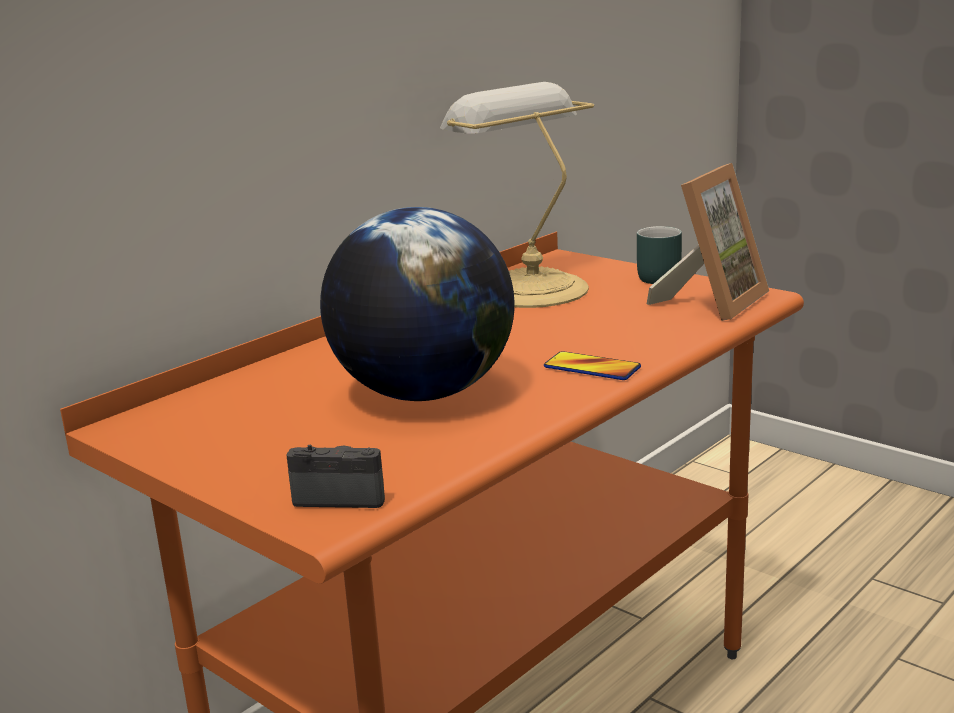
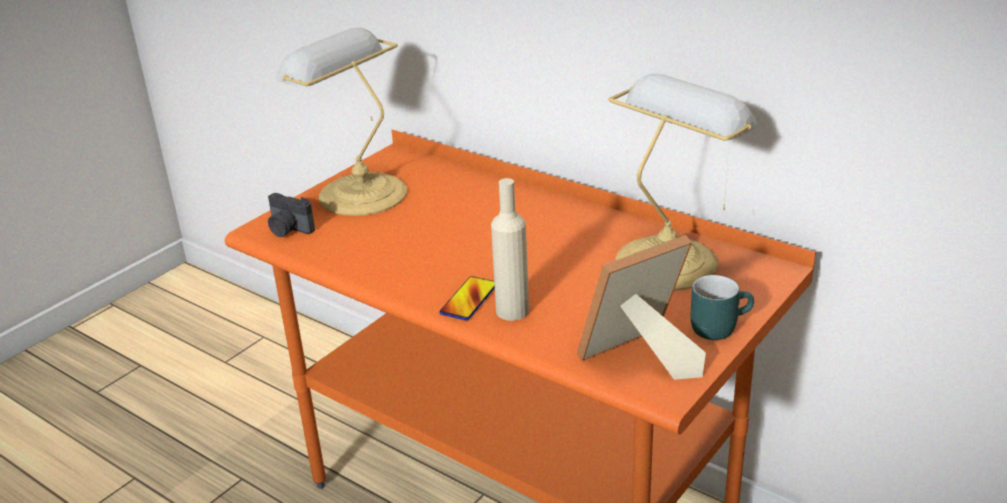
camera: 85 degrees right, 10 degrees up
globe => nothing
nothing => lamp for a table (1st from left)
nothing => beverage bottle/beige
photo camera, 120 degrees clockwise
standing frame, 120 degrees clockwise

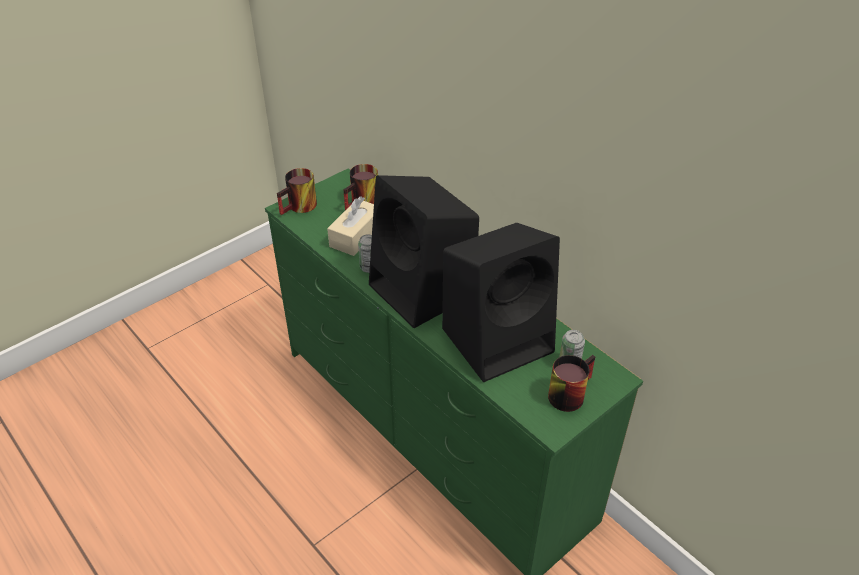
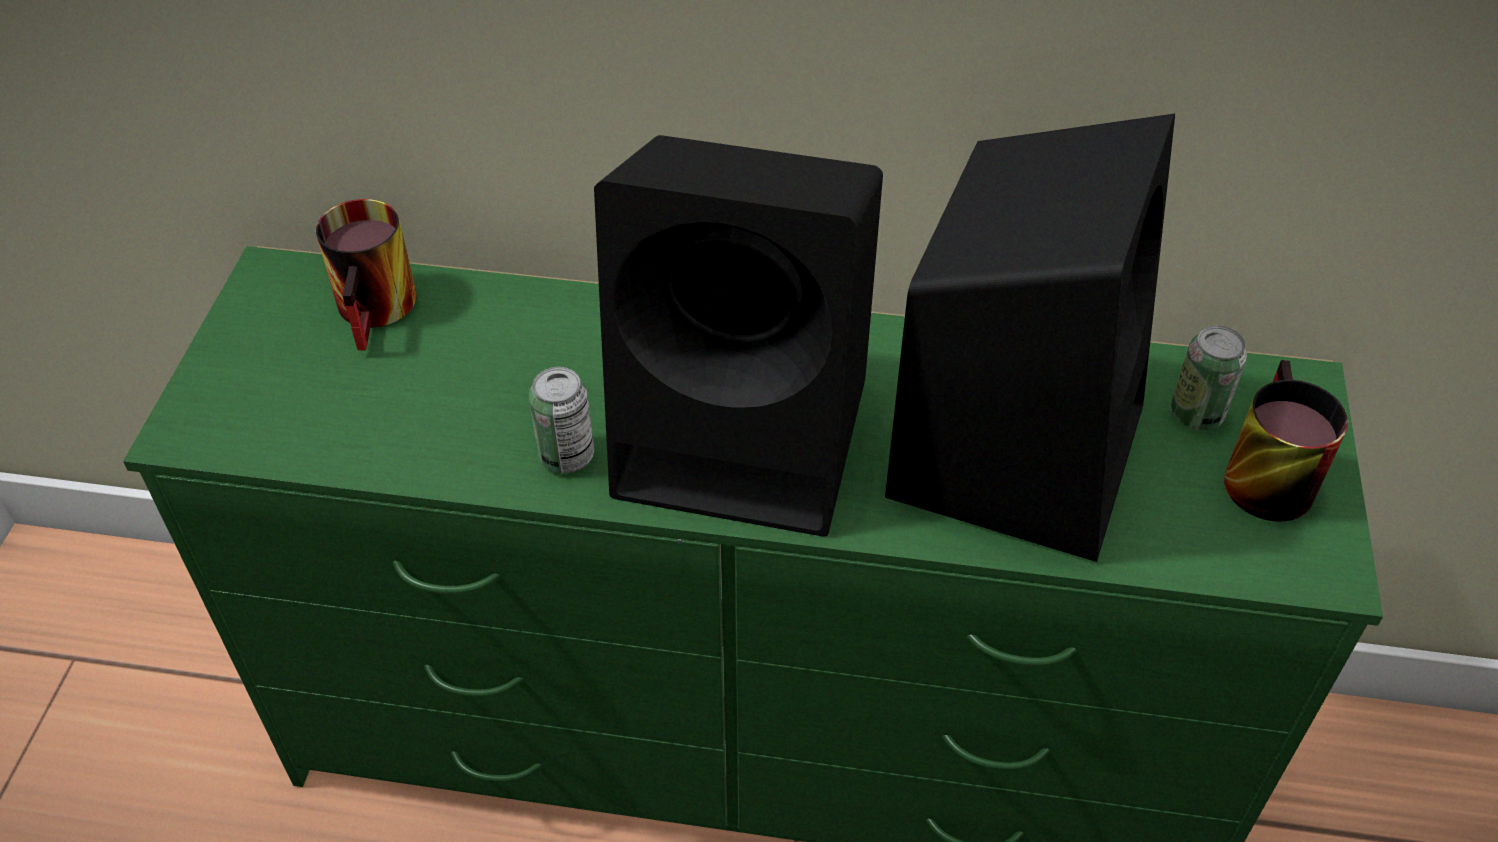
camera: 40 degrees left, 5 degrees up
mug (1st from left) => nothing
tissue box/beige => nothing

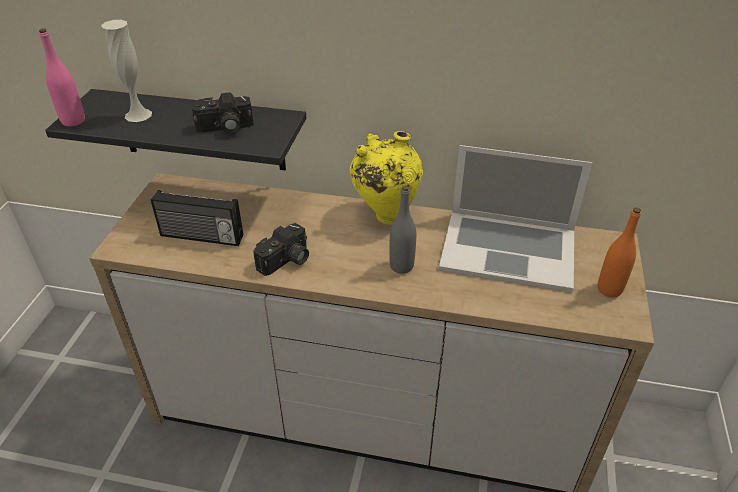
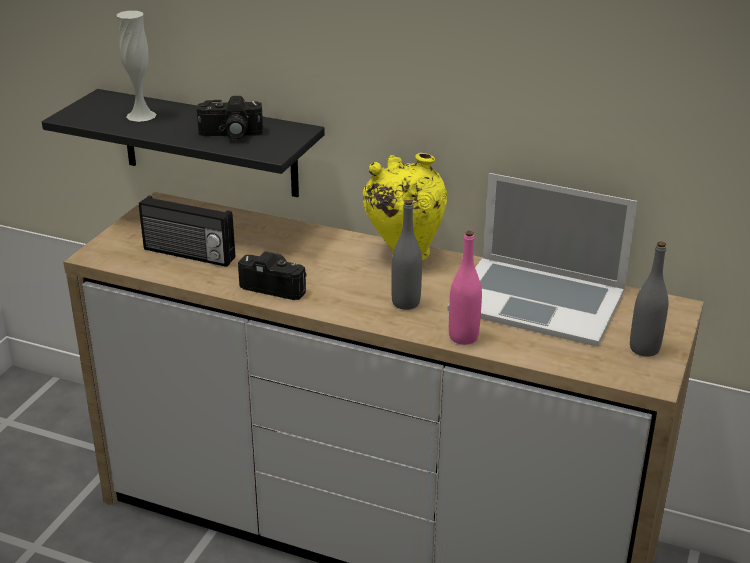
camera: 10 degrees right, 10 degrees down
beverage bottle/pinkish, move
beverage bottle/orange-coloured => beverage bottle/greyish (2nd from left)
photo camera (2nd from left), 120 degrees counterclockwise

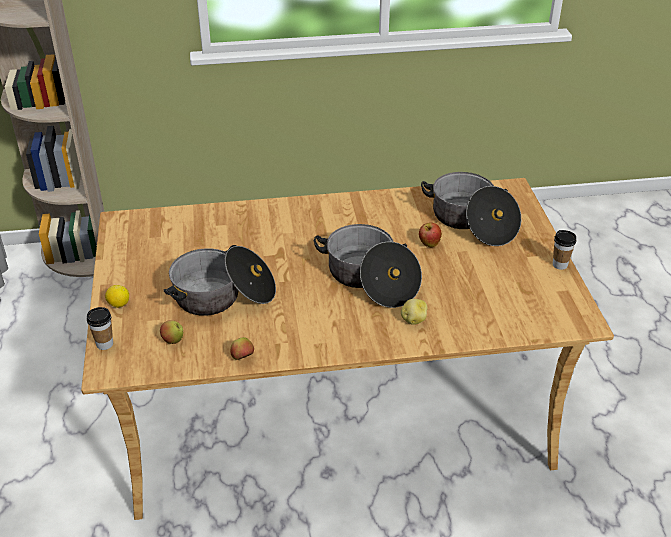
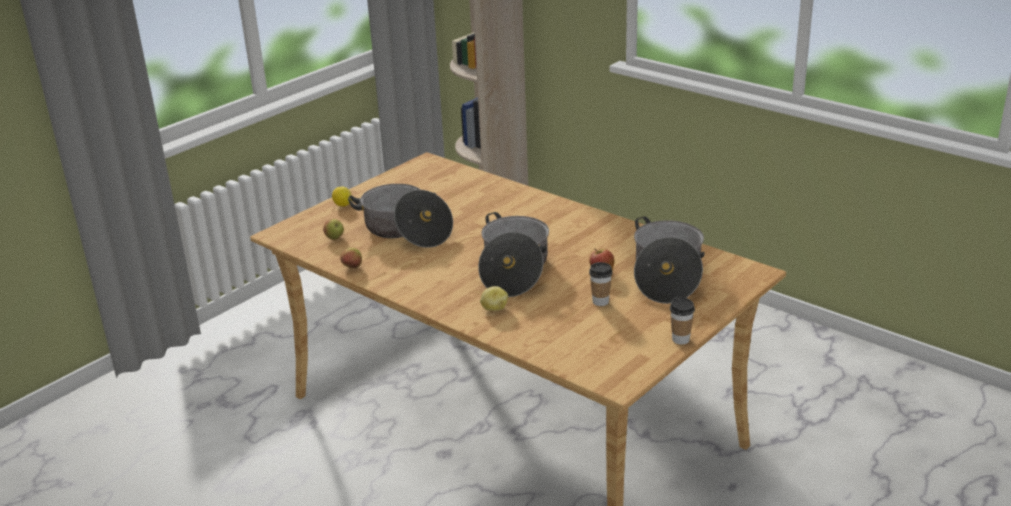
camera: 50 degrees right, 10 degrees down
cup (1st from left), move

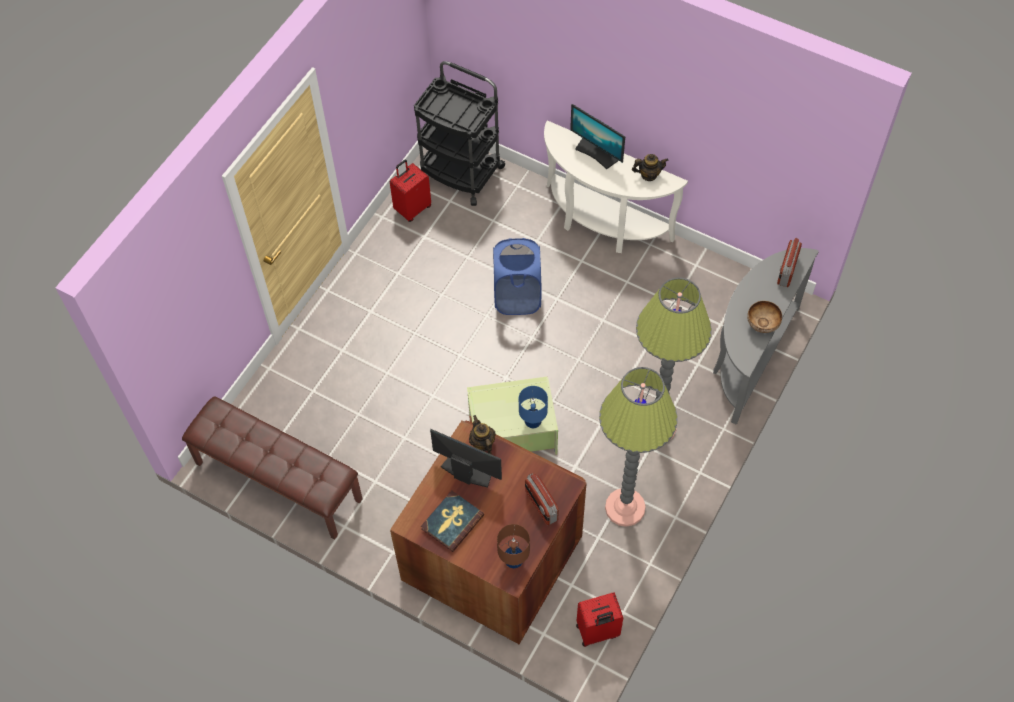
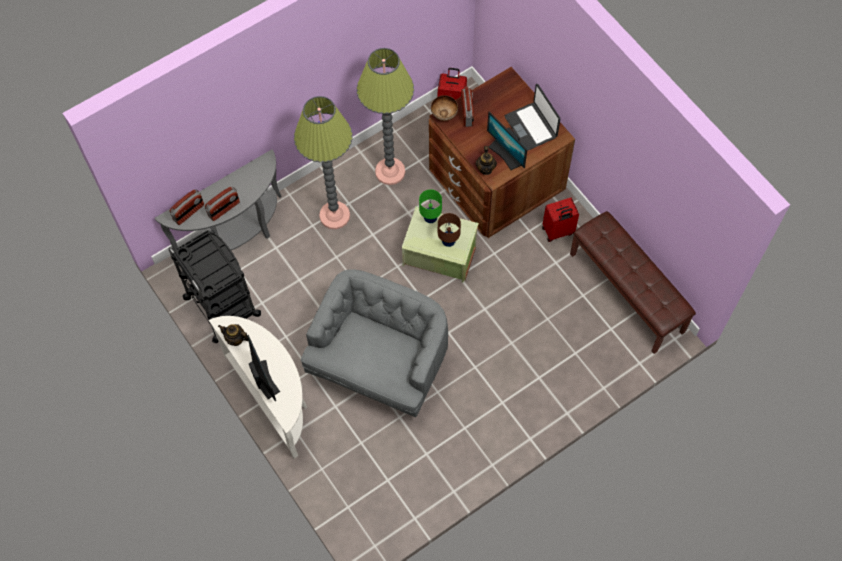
camera: 155 degrees left, 5 degrees up
nothing => radio set (2nd from left)
suitcase/red-coloured (1st from left in the first image) => suitcase/red-coloured (2nd from left), move
cart/black-coloured, move
lamp for a table/brownish, move
bowl, move
bound book => portable computer
hamper/blue => easy chair/greyish
lamp for a table/blue => lamp for a table/green-coloured

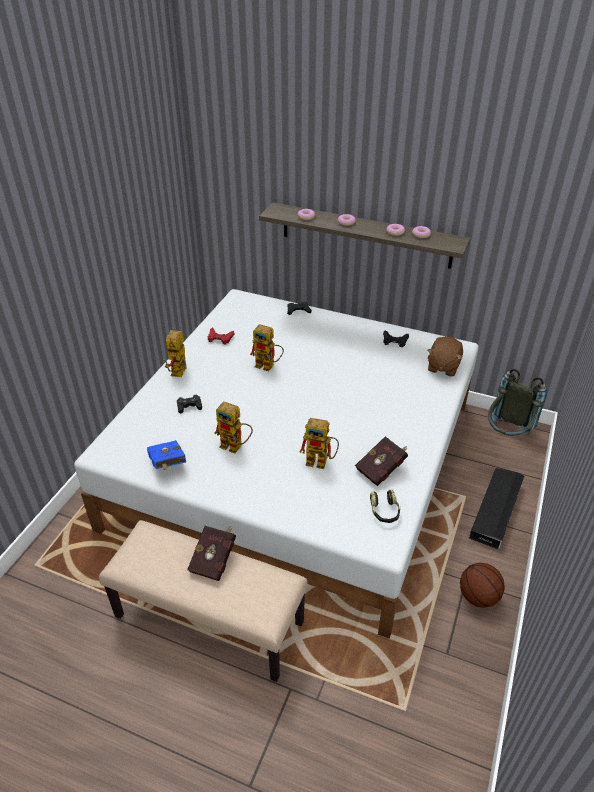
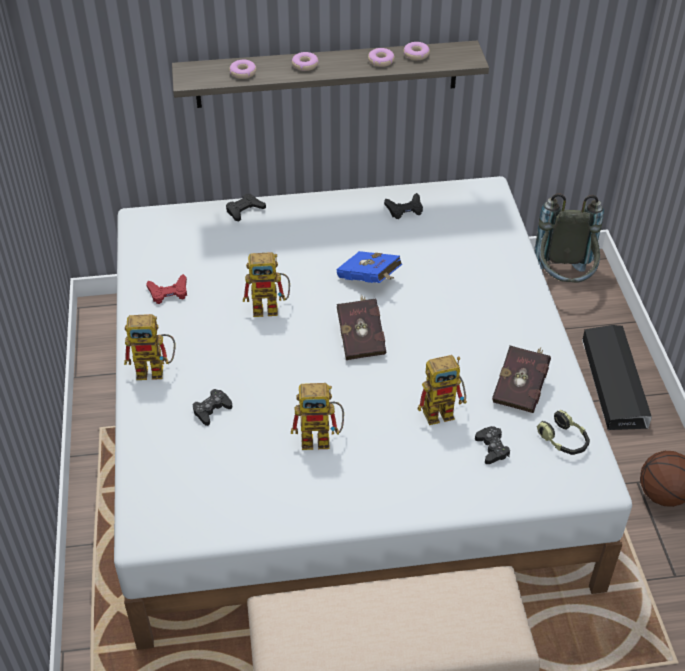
camera: 30 degrees left, 5 degrees up
soft toy/brownish => nothing
nothing => gamepad/black-coloured (4th from left)
bound book/blue, move
bound book/red-coloured (1st from left), move
model robot (1st from left), 75 degrees counterclockwise

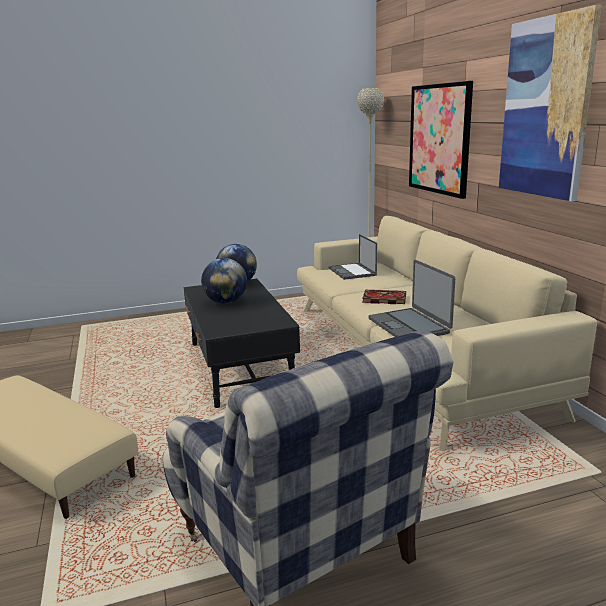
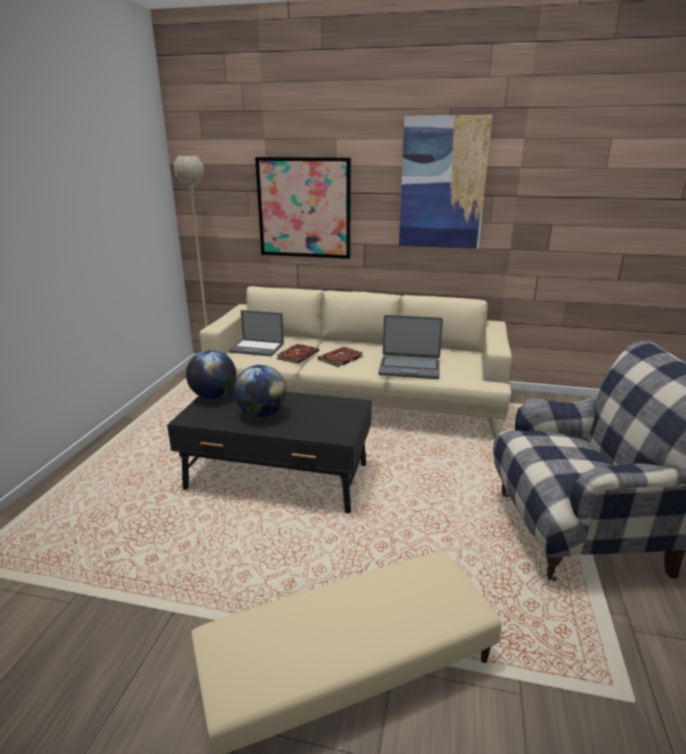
camera: 60 degrees left, 5 degrees up
nothing => bound book (1st from left)

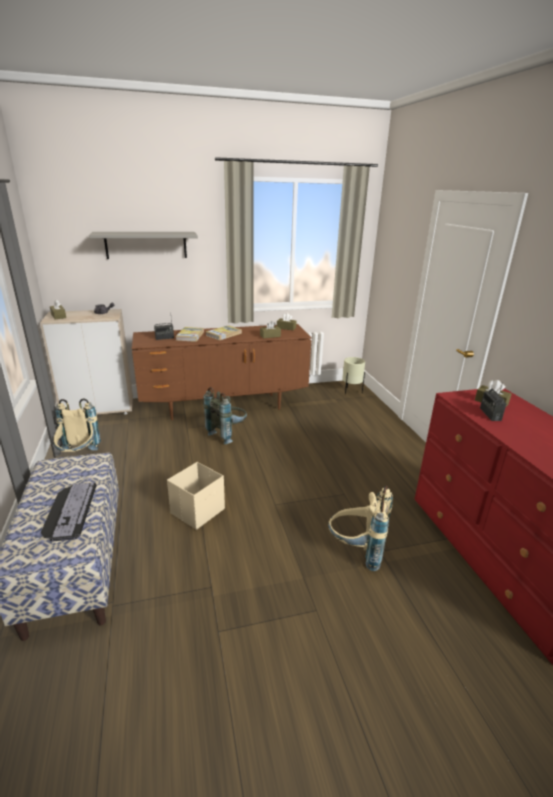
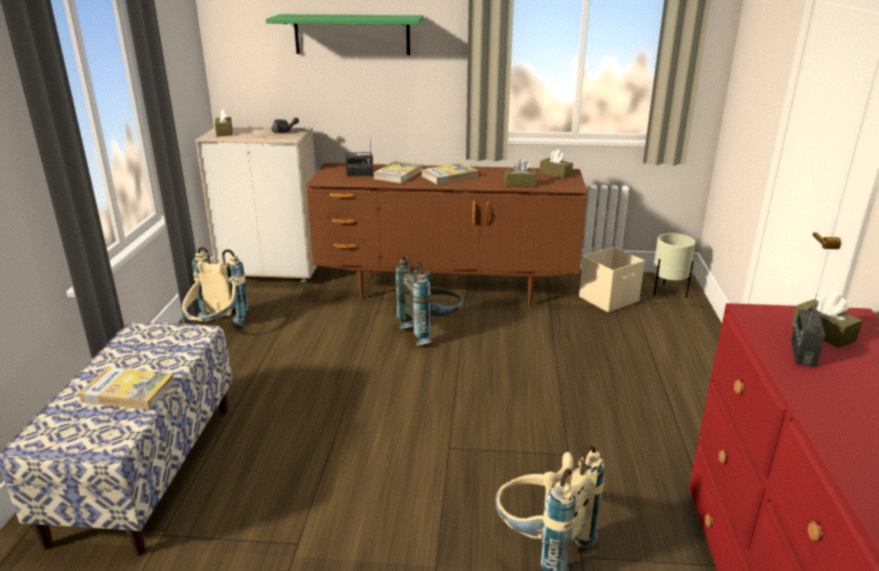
camera: 20 degrees right, 0 degrees up
storage box/beige, move
computer keyboard => bound book (1st from left)
bracket shelf/greyish => bracket shelf/green-coloured

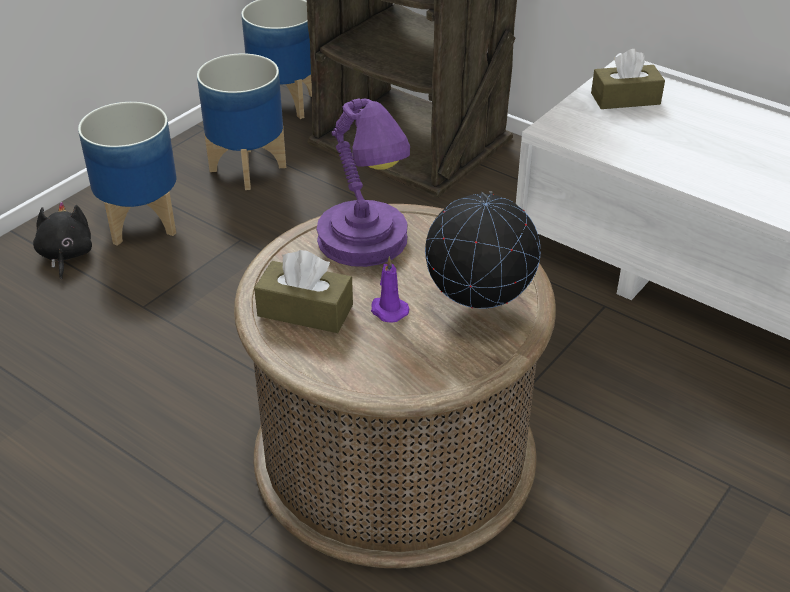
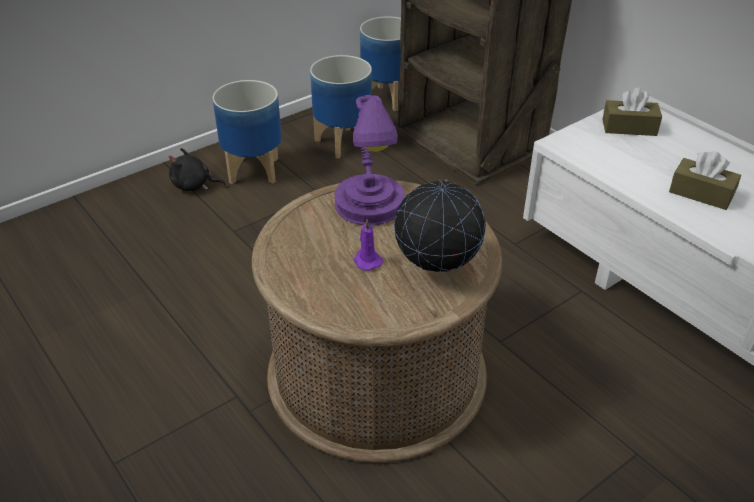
camera: 15 degrees right, 0 degrees up
tissue box/brownish (1st from left in the first image) => tissue box/brownish (2nd from left), move
soft toy/black-coloured, 90 degrees counterclockwise

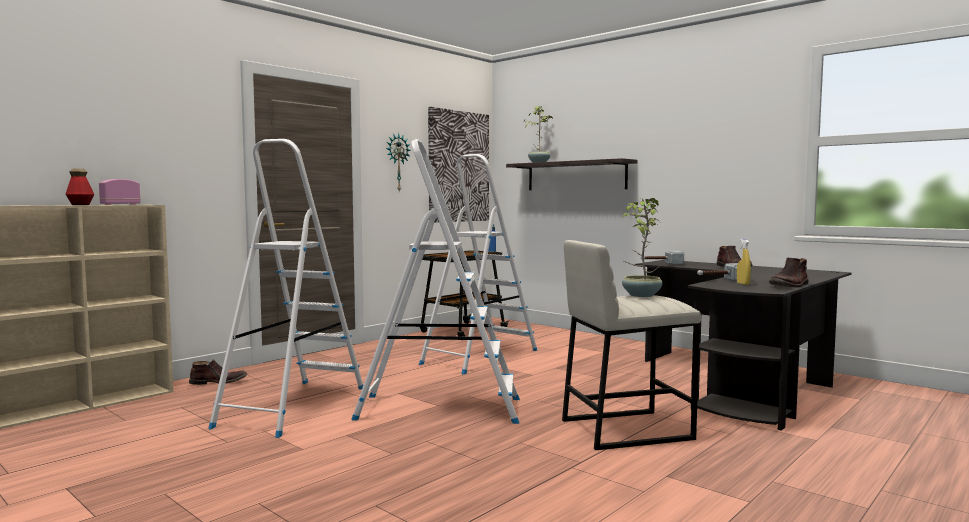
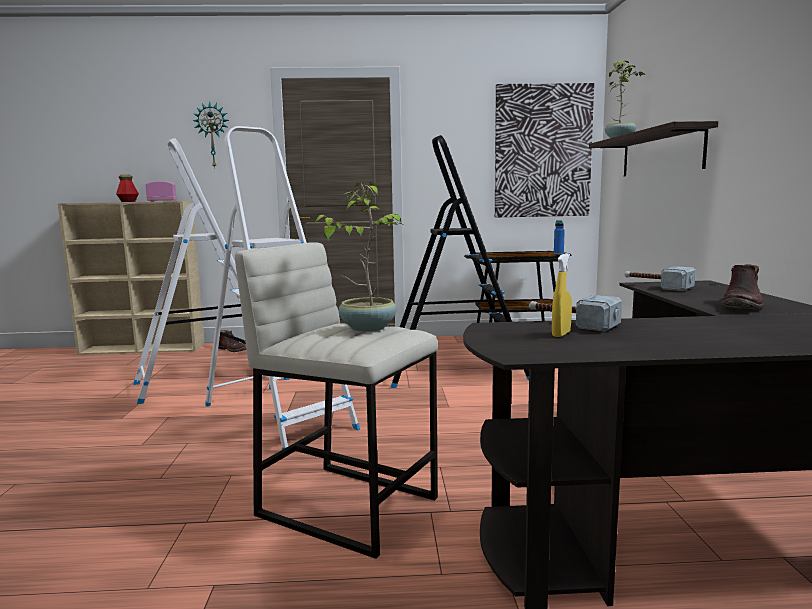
camera: 45 degrees right, 5 degrees up
boot/brownish (3rd from left) => nothing
clock on the wall, move
stepladder/white (3rd from left) => stepladder/black-coloured

